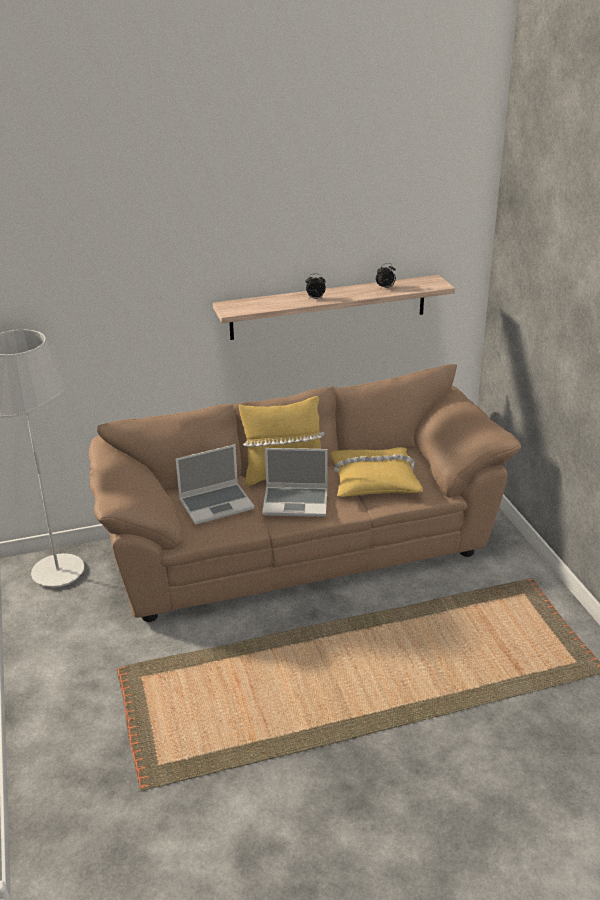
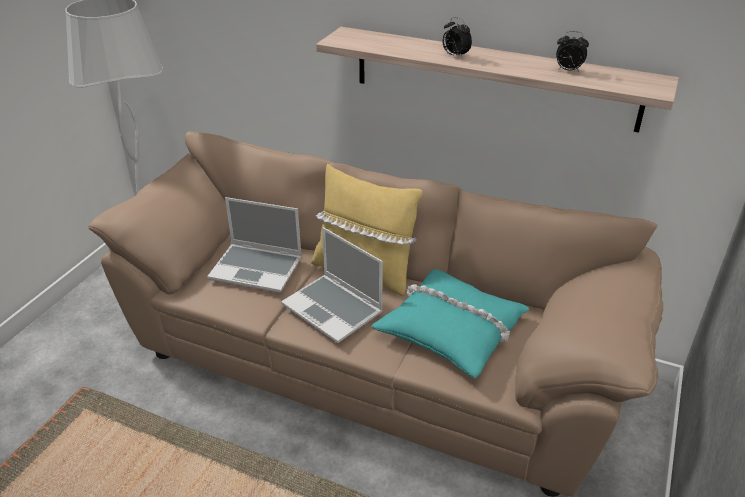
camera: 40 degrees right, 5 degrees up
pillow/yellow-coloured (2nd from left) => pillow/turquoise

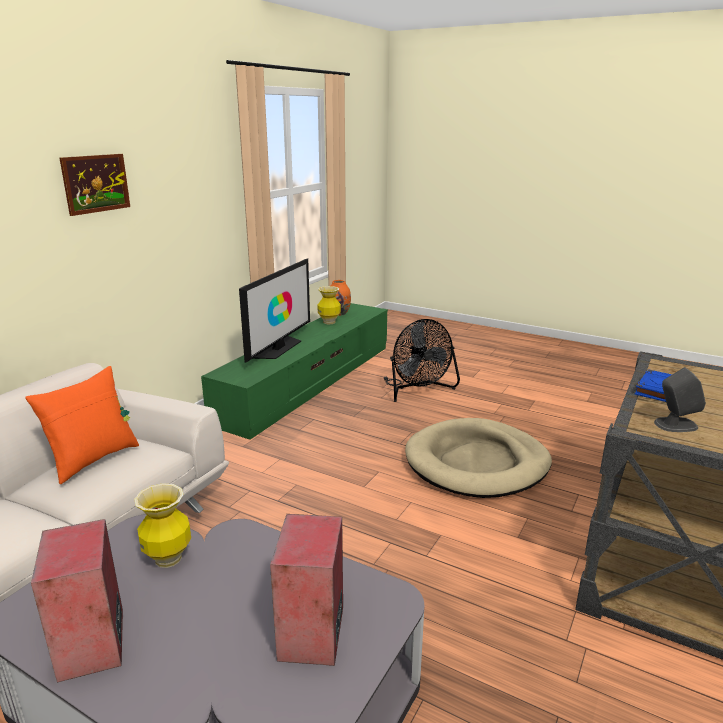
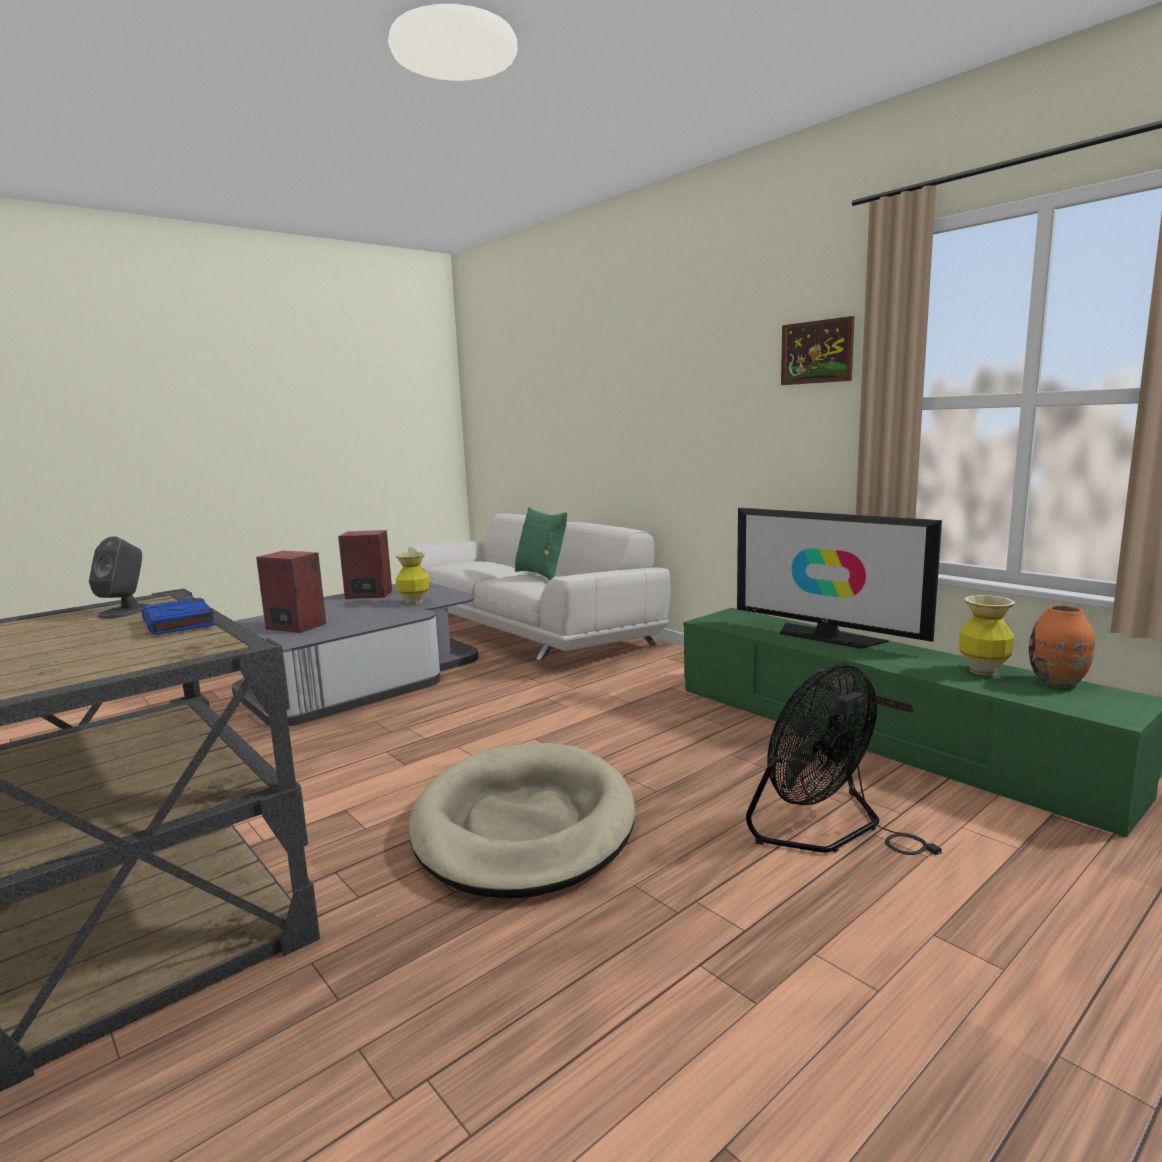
camera: 110 degrees right, 10 degrees down
wall picture, move
pillow/orange-coloured => pillow/green-coloured
cooling fan/black-coloured, 60 degrees clockwise

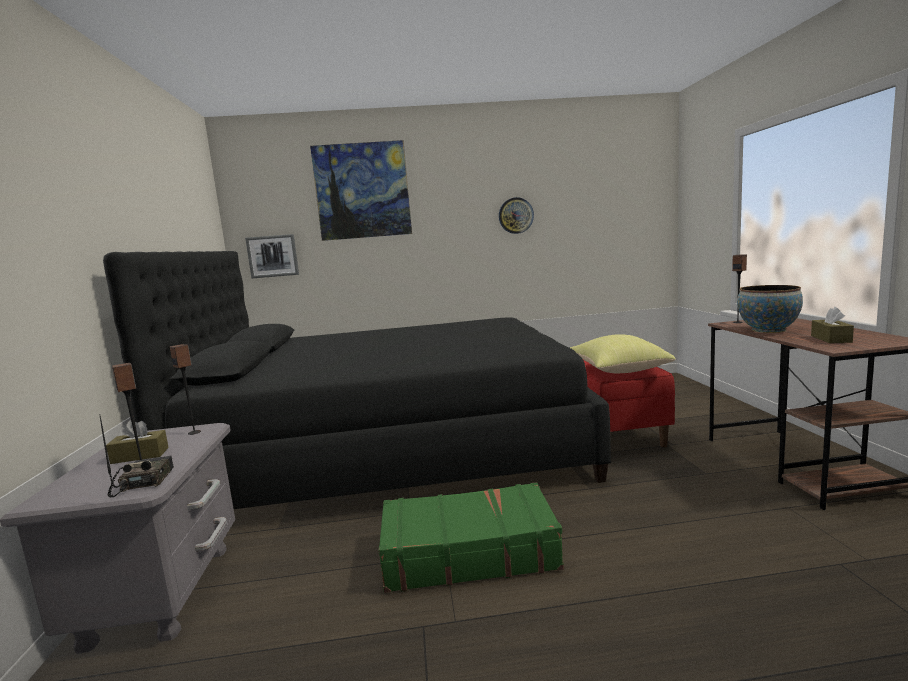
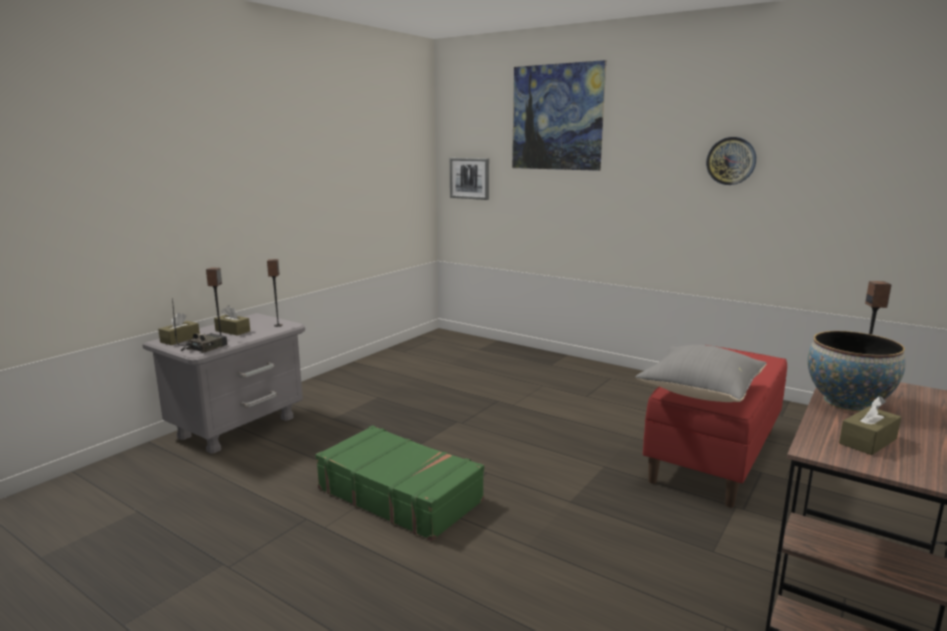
camera: 40 degrees right, 5 degrees up
bedroom bed/black-coloured => nothing
nothing => tissue box/brownish (1st from left)
pillow/yellow-coloured => pillow/greyish

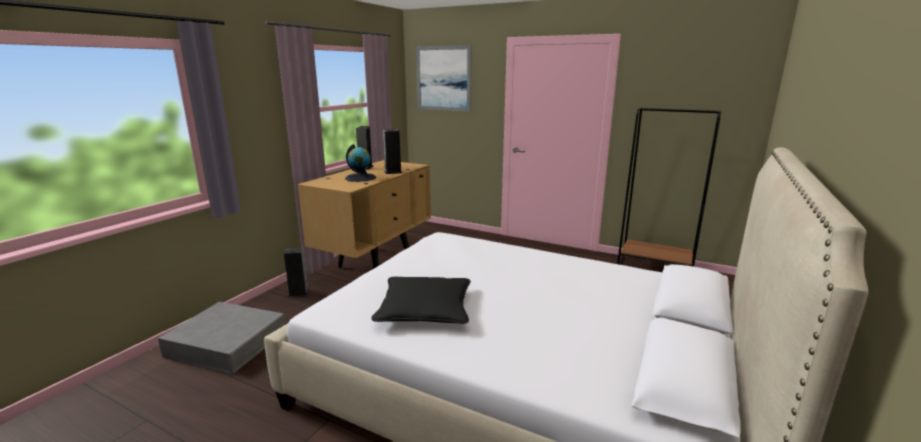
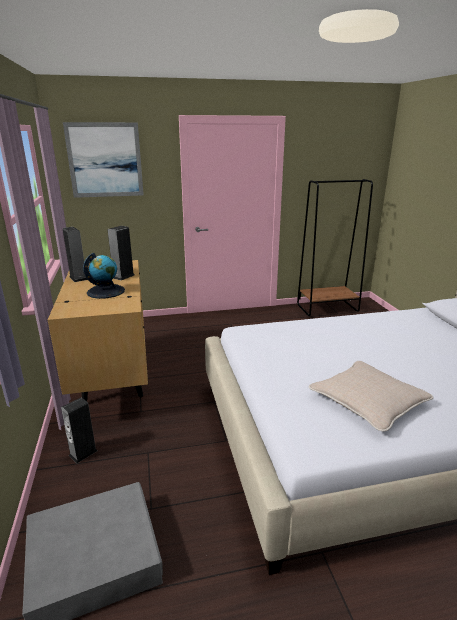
camera: 40 degrees left, 5 degrees up
pillow/black-coloured => pillow/beige

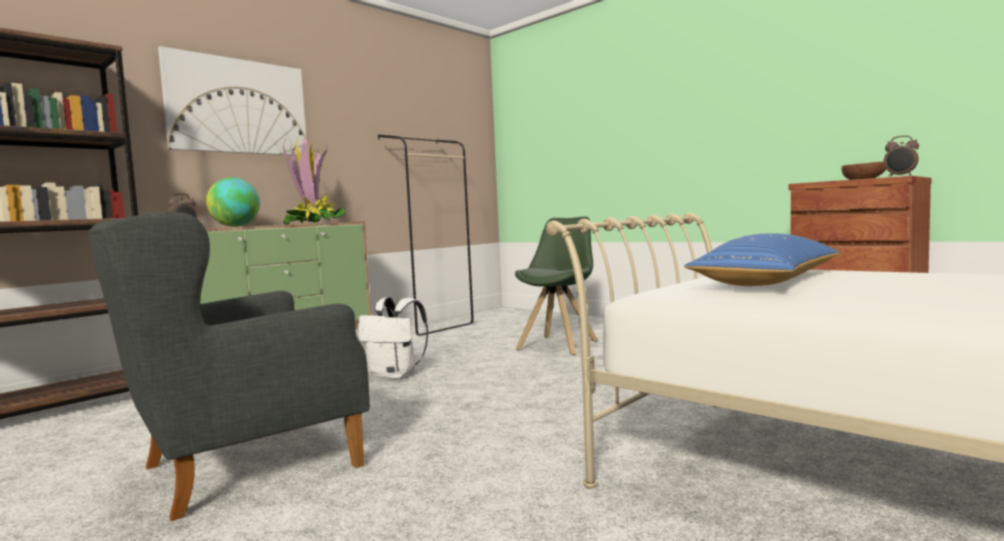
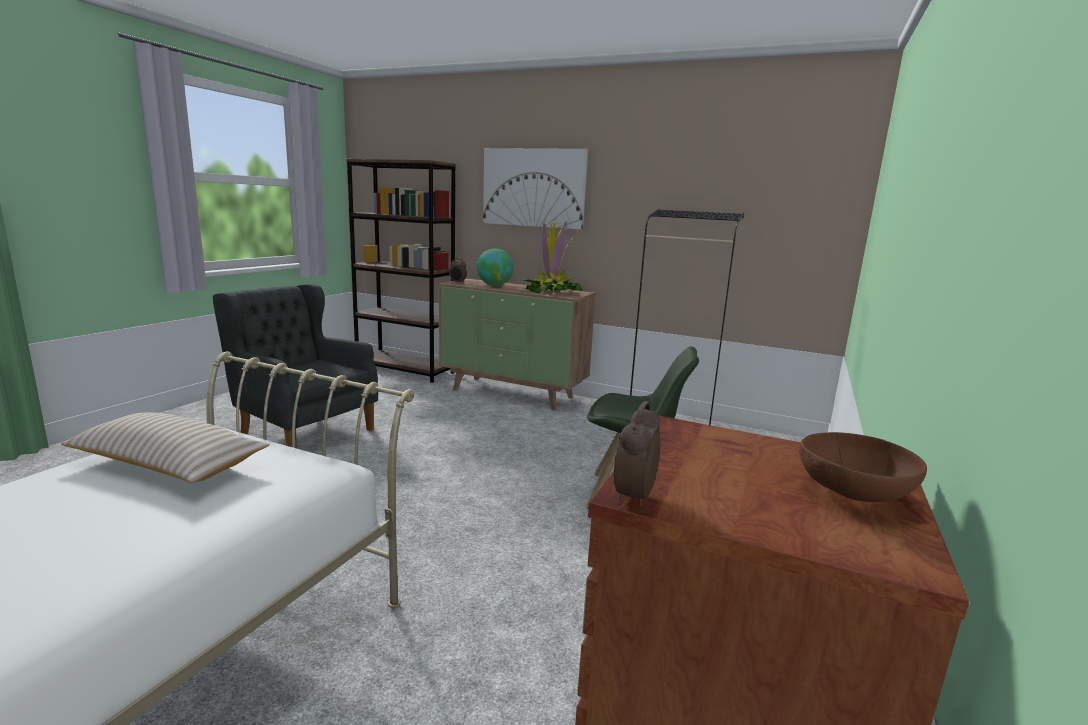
camera: 70 degrees right, 10 degrees up
knapsack/white => nothing
pillow/blue => pillow/beige

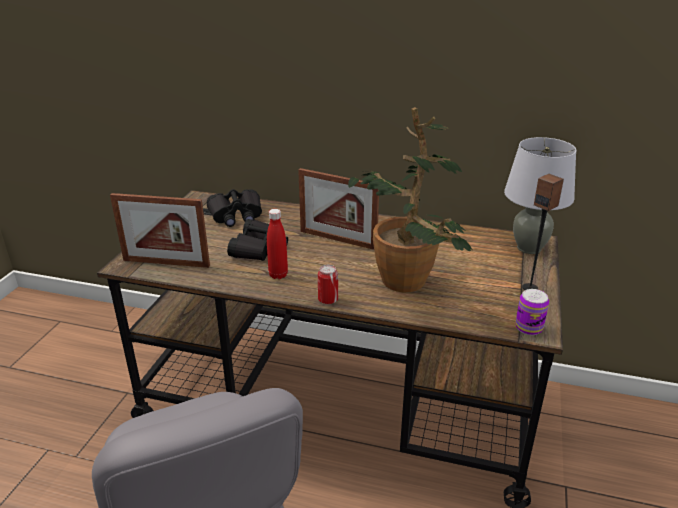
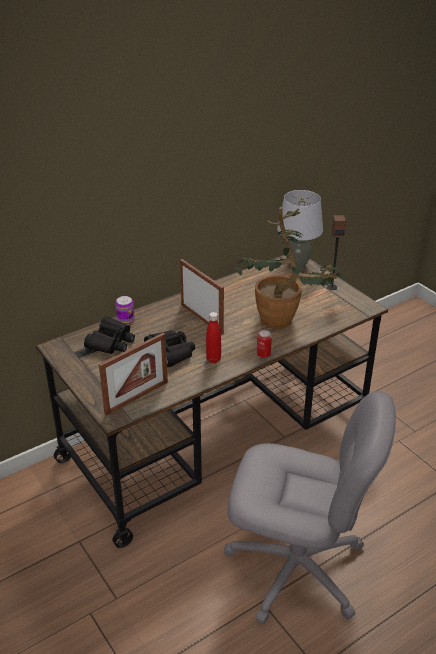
camera: 50 degrees left, 5 degrees up
metal can (2nd from left in the first image) => metal can (1st from left), move
standing frame (2nd from left), 105 degrees counterclockwise

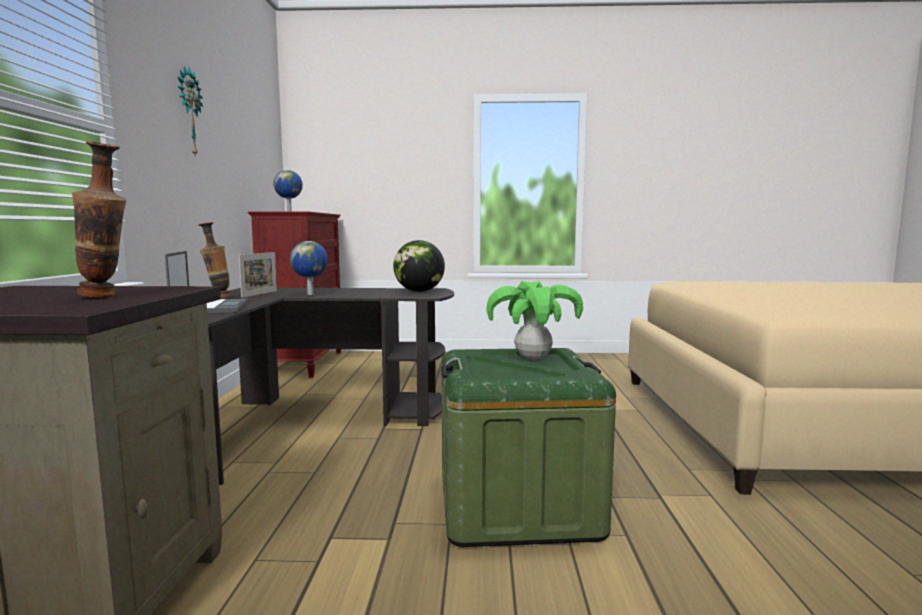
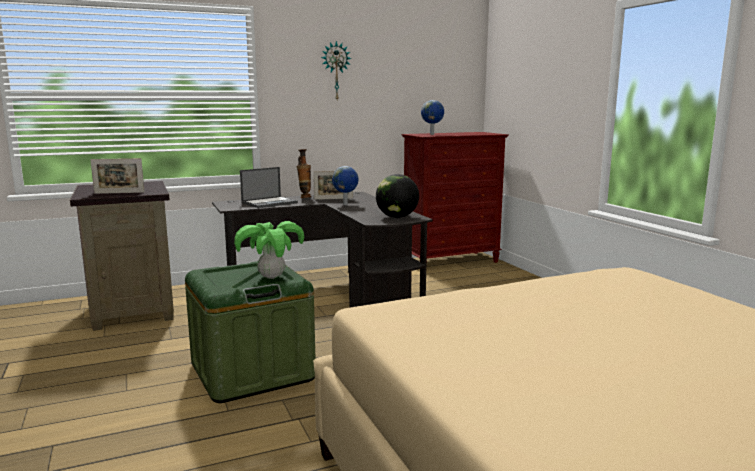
camera: 65 degrees right, 5 degrees up
vase (1st from left) => standing frame (1st from left)

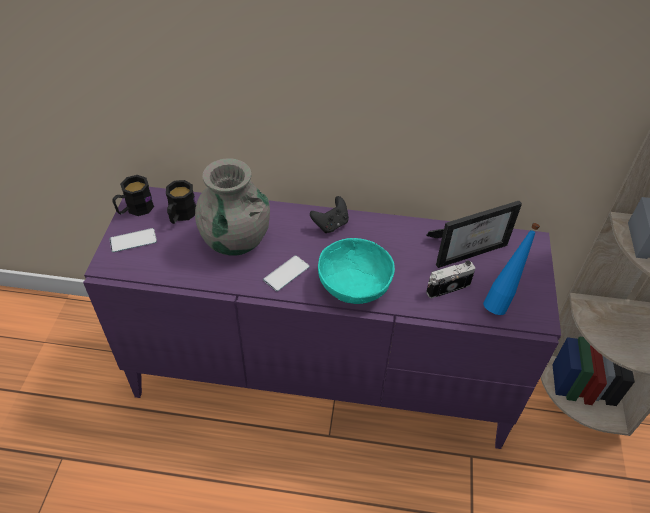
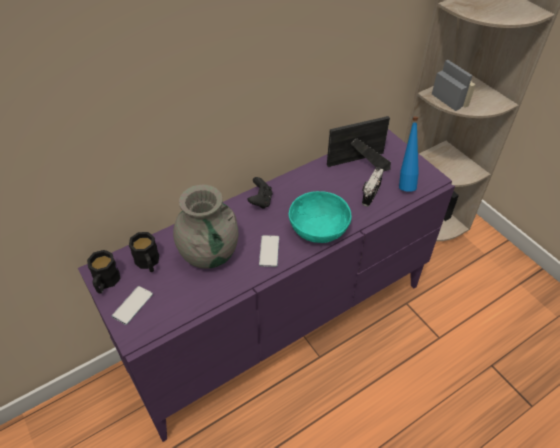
camera: 40 degrees left, 0 degrees up
standing frame, 135 degrees counterclockwise

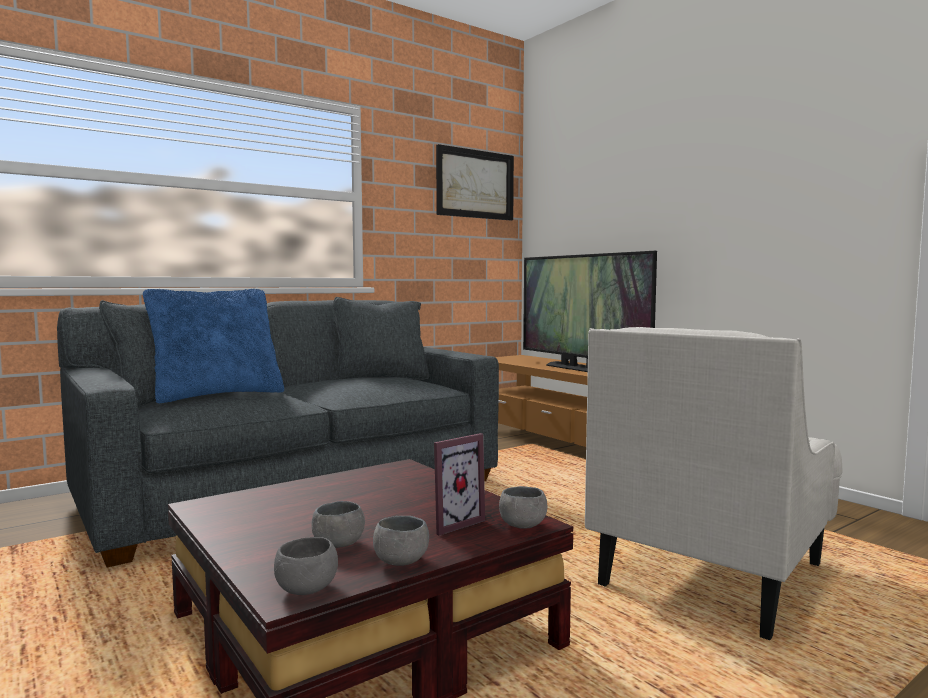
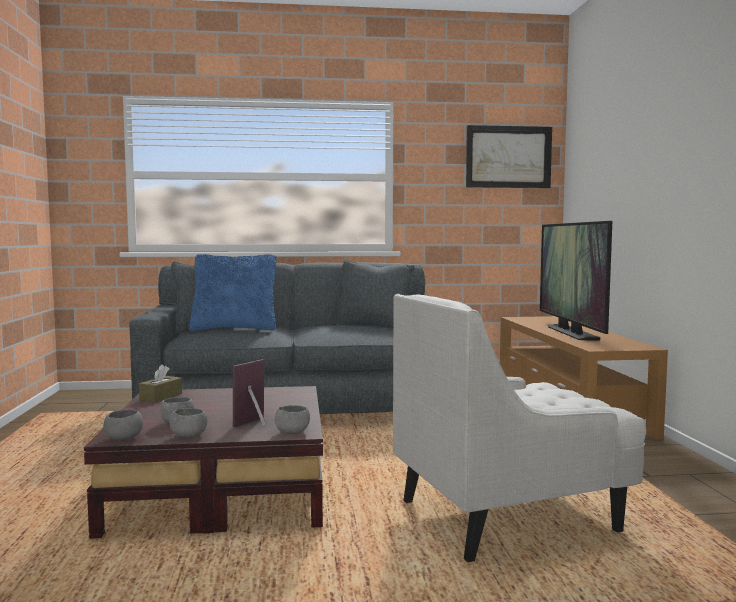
camera: 30 degrees right, 0 degrees up
nothing => tissue box/brownish
standing frame, 135 degrees clockwise

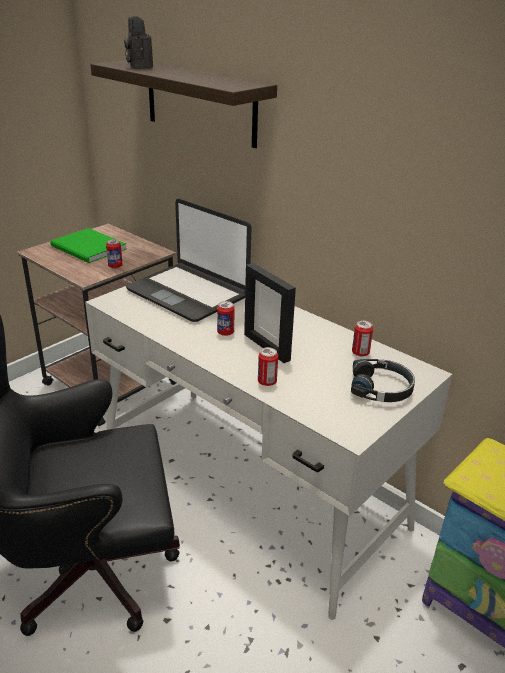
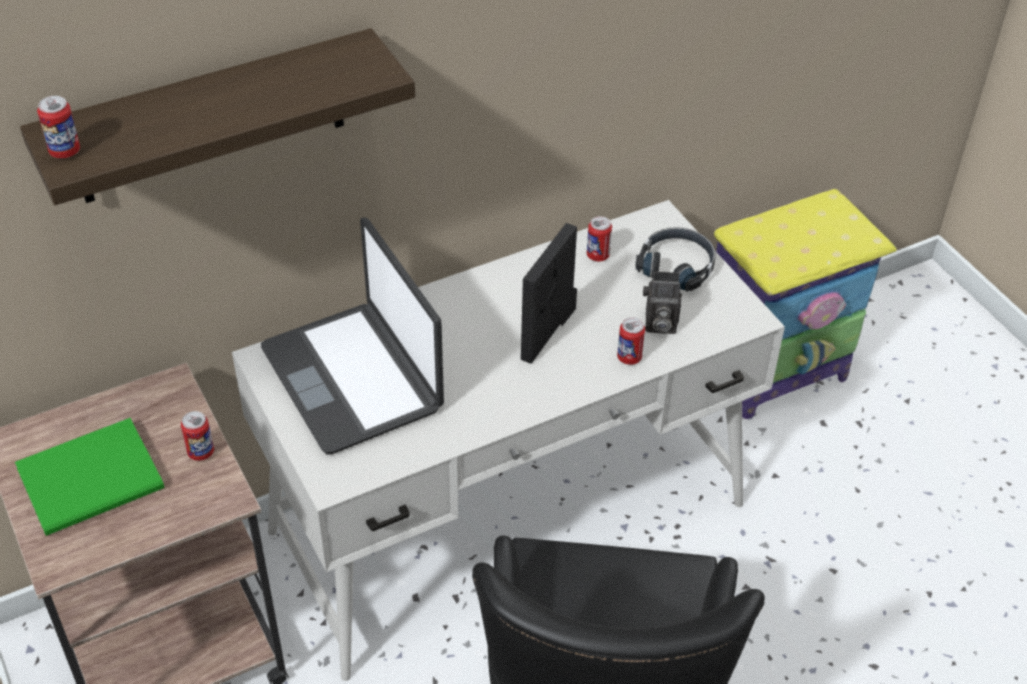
camera: 70 degrees left, 15 degrees up
photo camera, move
metal can (2nd from left in the first image) => metal can (1st from left), move
portable computer, 90 degrees clockwise
standing frame, 135 degrees clockwise

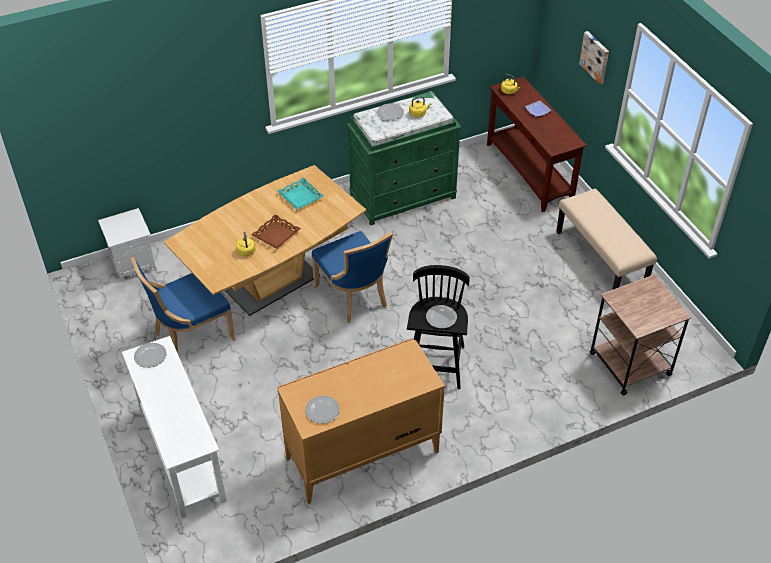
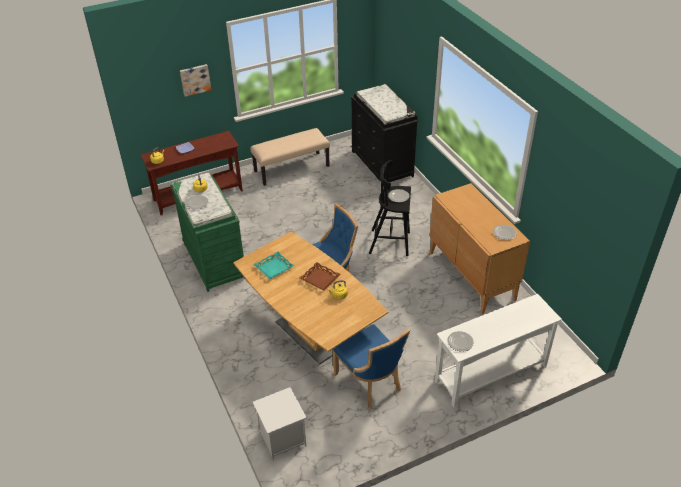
camera: 90 degrees left, 5 degrees down
cart/brownish => dresser/black-coloured

